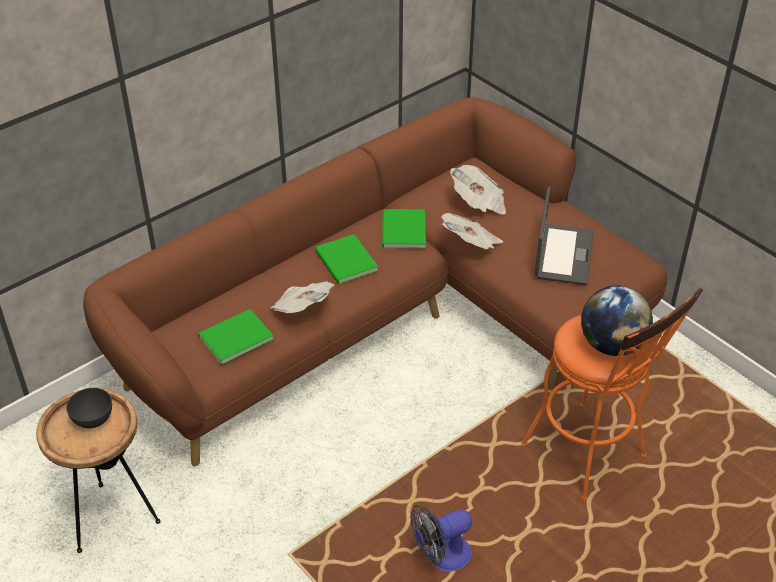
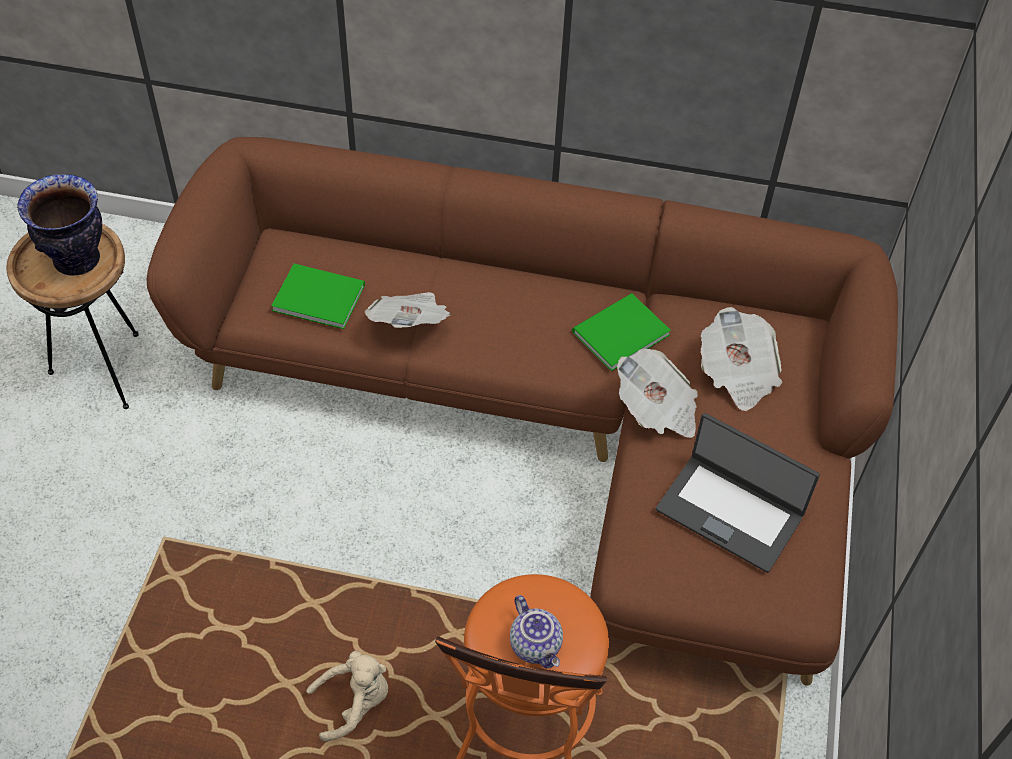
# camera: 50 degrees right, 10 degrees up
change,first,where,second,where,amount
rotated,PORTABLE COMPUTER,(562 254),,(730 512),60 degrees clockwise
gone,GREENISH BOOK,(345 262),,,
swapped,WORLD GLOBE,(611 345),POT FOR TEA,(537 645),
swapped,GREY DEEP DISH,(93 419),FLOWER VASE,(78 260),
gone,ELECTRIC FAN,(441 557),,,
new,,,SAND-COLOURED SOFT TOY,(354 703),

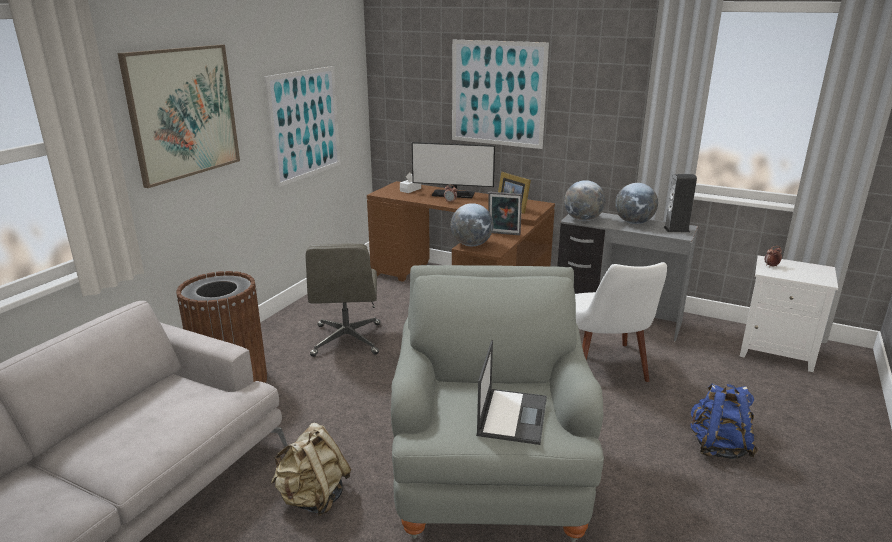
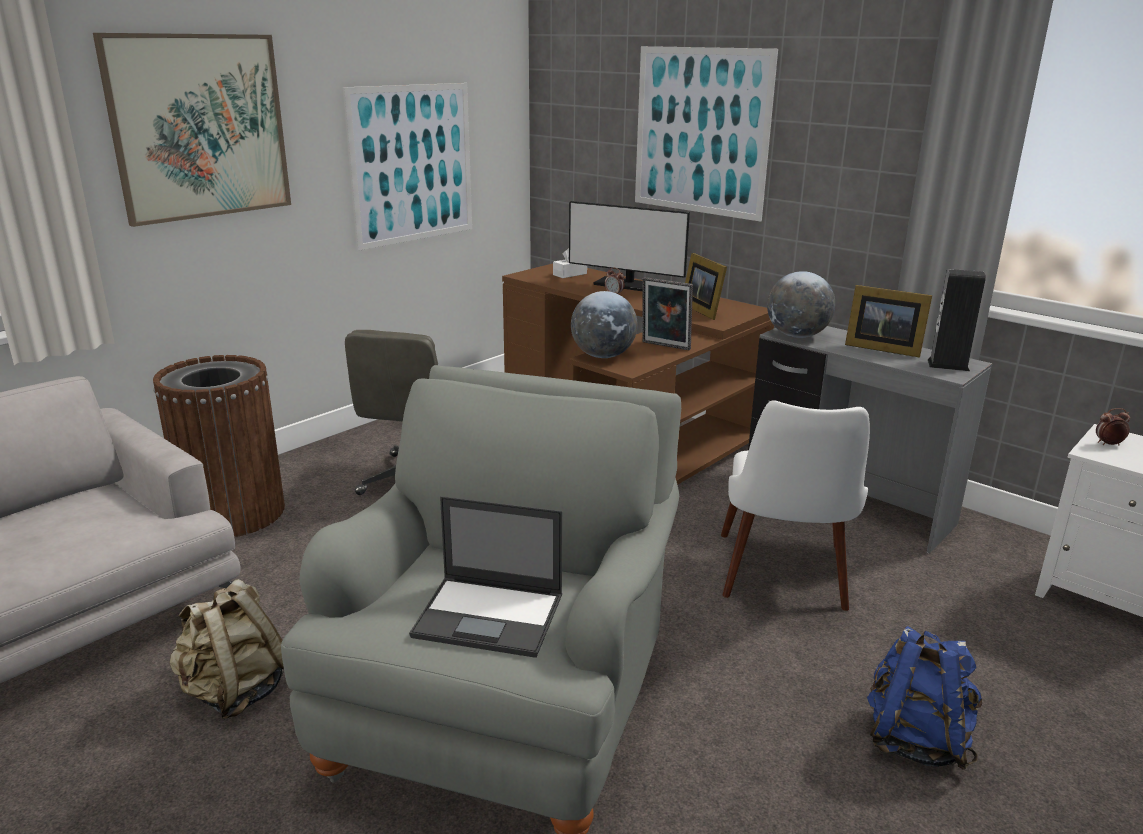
# camera: 15 degrees right, 0 degrees up
change,first,where,second,where,amount
swapped,WORLD GLOBE,(634 222),PICTURE FRAME,(881 348),
rotated,PORTABLE COMPUTER,(512 415),,(491 616),75 degrees clockwise

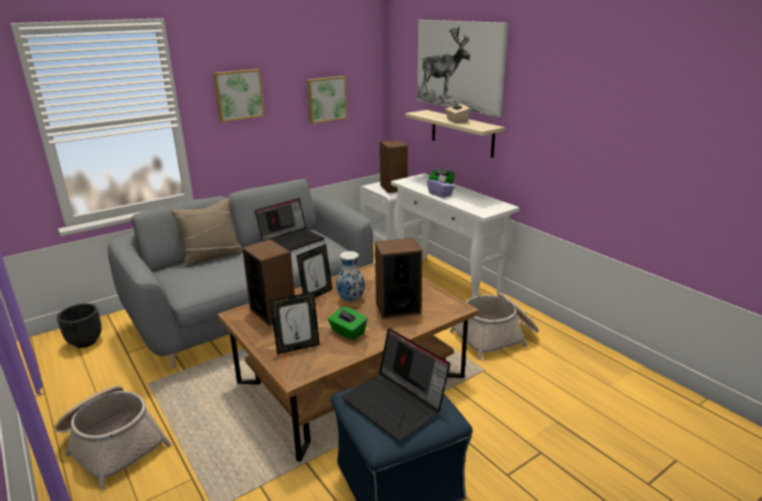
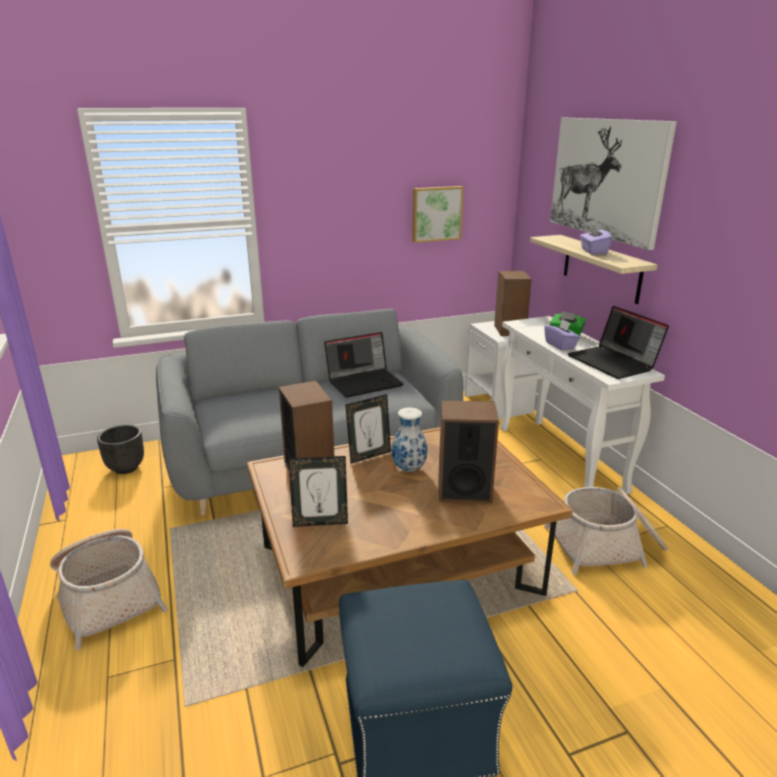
# camera: 15 degrees right, 0 degrees up
change,first,where,second,where,amount
gone,WALL ART,(238 94),,,
repainted,SAND-COLOURED TISSUE HOLDER,(456 121),PURPLE TISSUE HOLDER,(593 251),
gone,SAND-COLOURED CUSHION,(212 257),,,
gone,GREENISH TISSUE HOLDER,(347 332),,,
shifted,PORTABLE COMPUTER,(395 404),,(614 363),

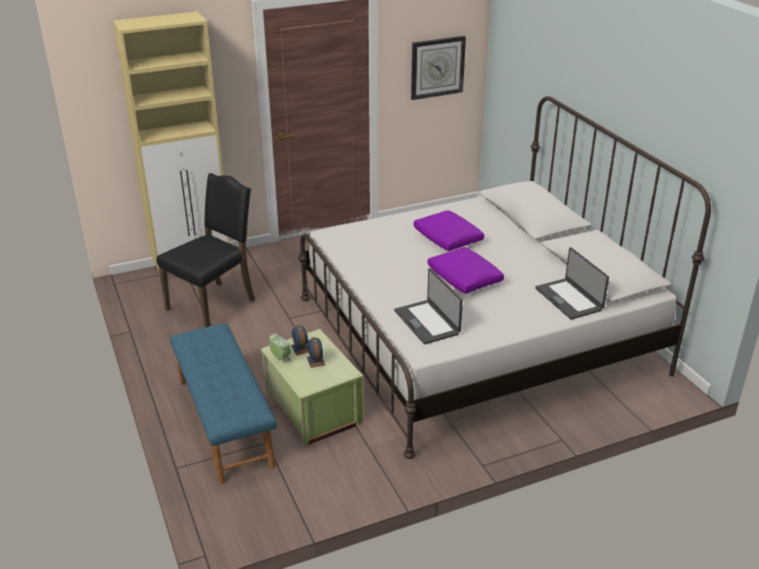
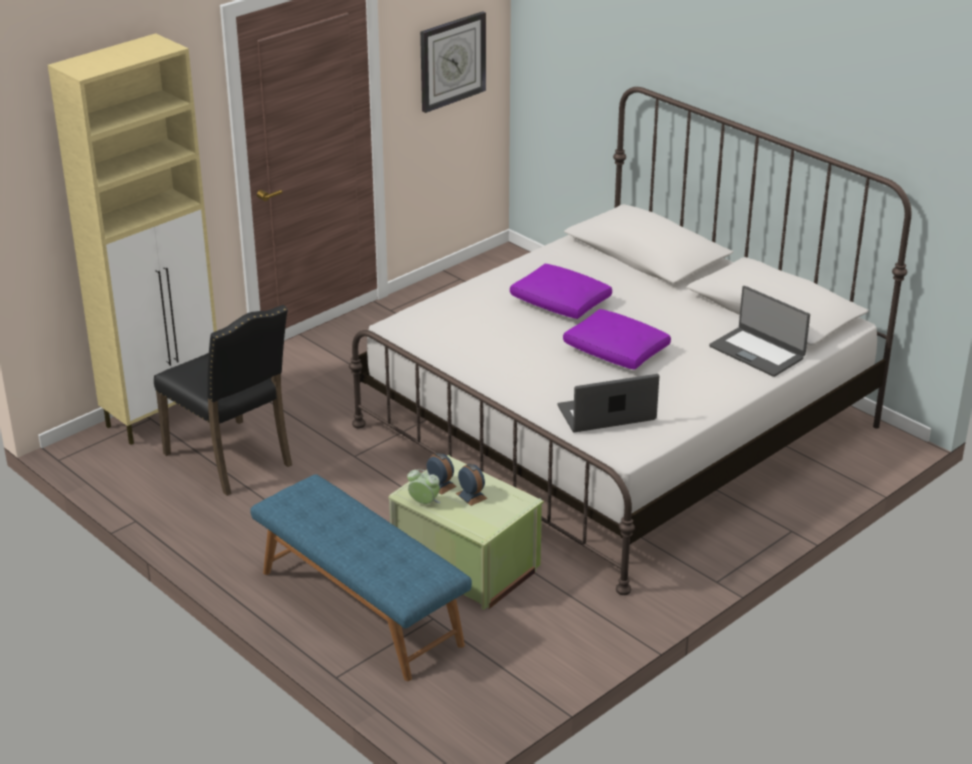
# camera: 20 degrees left, 0 degrees up
change,first,where,second,where,amount
rotated,BLACK-COLOURED CHAIR,(213 304),,(232 459),120 degrees clockwise
rotated,PORTABLE COMPUTER,(427 322),,(607 414),120 degrees clockwise

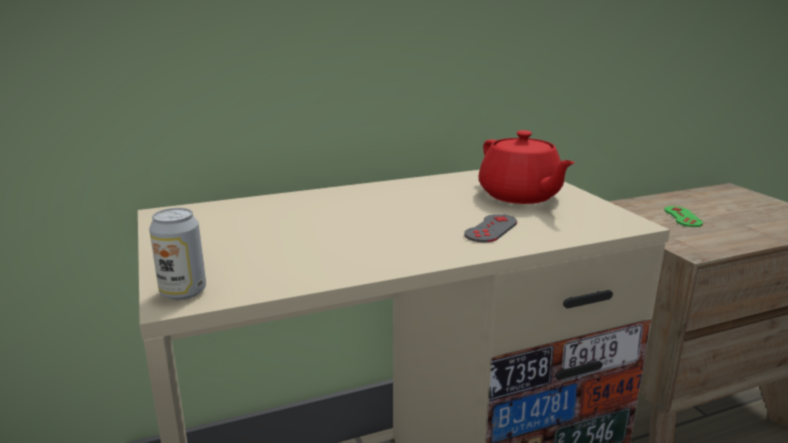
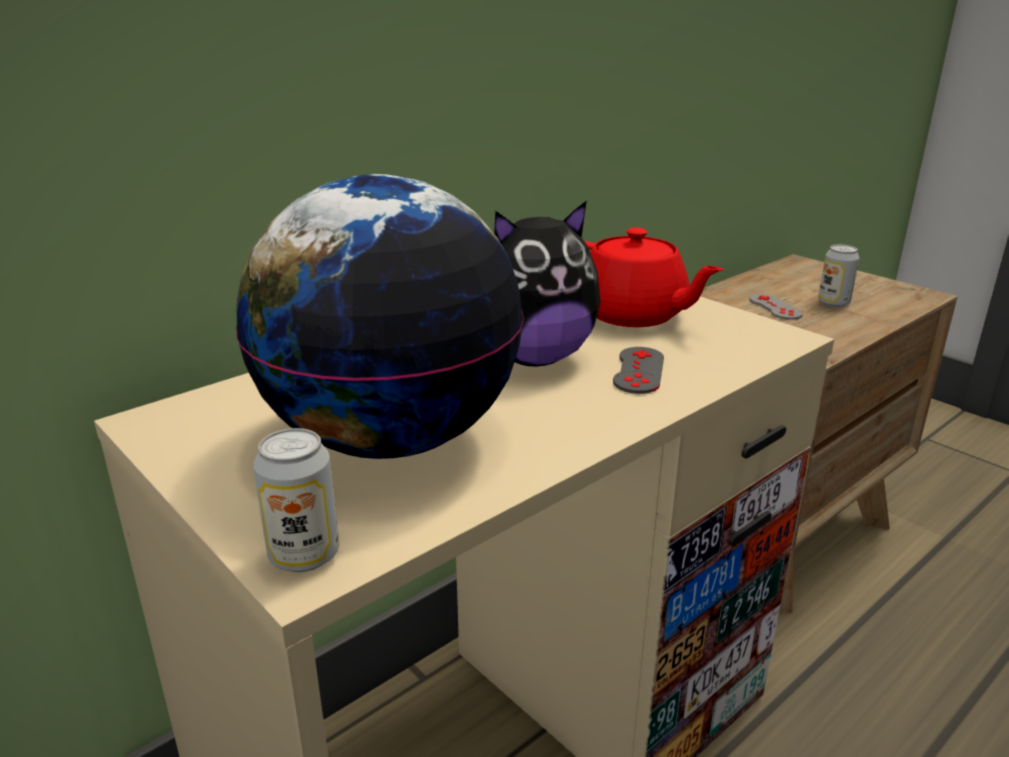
# camera: 20 degrees left, 5 degrees up
change,first,where,second,where,amount
repainted,GREENISH GAMEPAD,(682 217),GREY GAMEPAD,(775 307),
new,,,WORLD GLOBE,(390 438),
new,,,SOFT TOY,(533 358),
new,,,METAL CAN,(833 303),

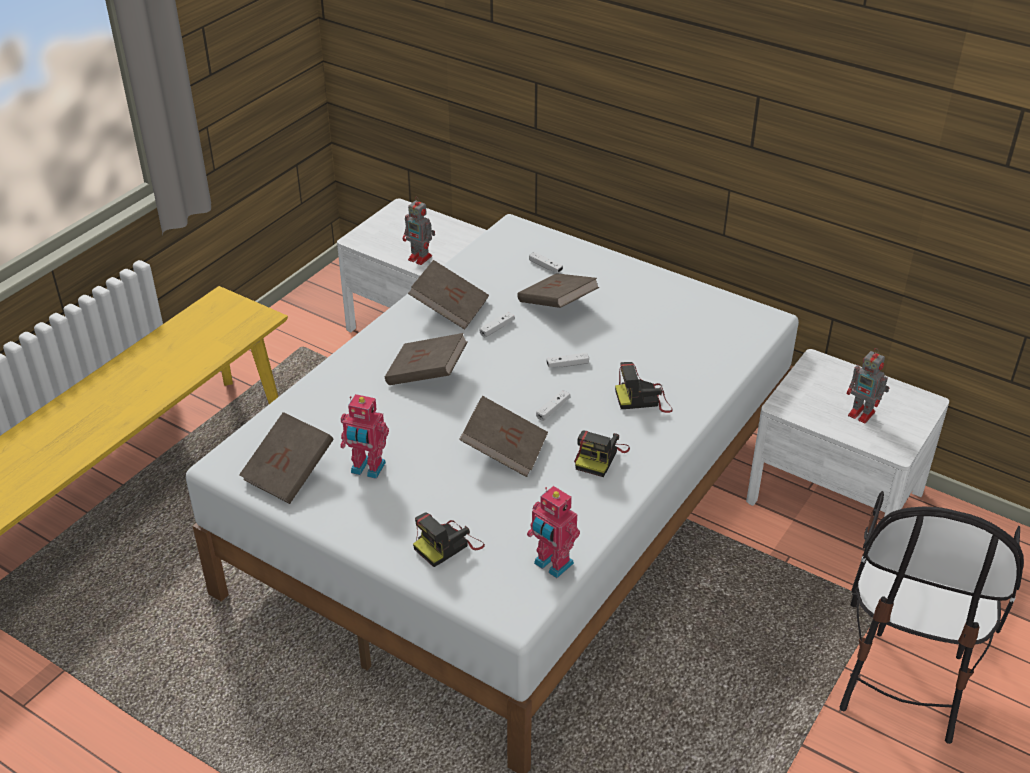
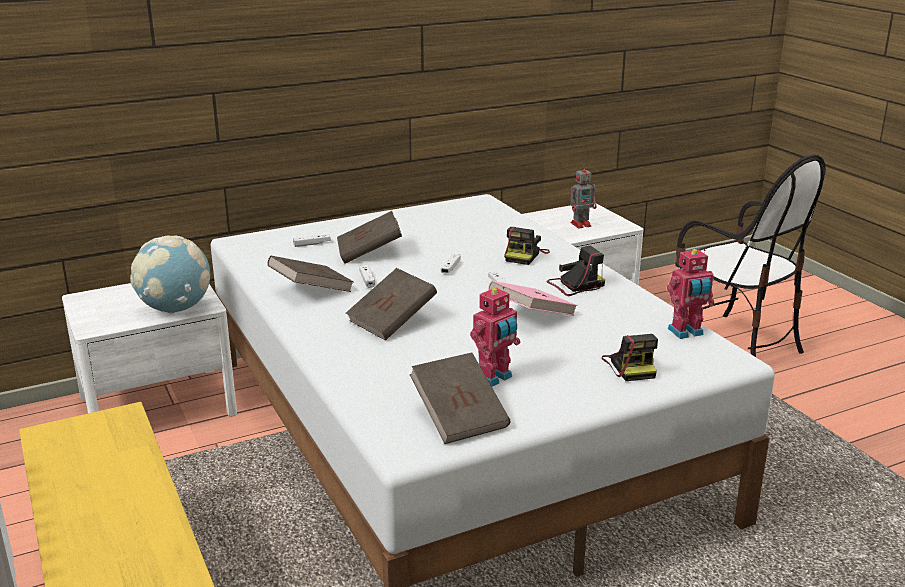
# camera: 60 degrees left, 15 degrees down
change,first,where,second,where,amount
swapped,MODEL ROBOT,(421 258),WORLD GLOBE,(175 308),
repainted,BROWN-COLOURED BOOK,(504 450),PINK-COLOURED BOOK,(531 316),
rotated,STILL CAMERA,(599 456),,(575 285),75 degrees counterclockwise

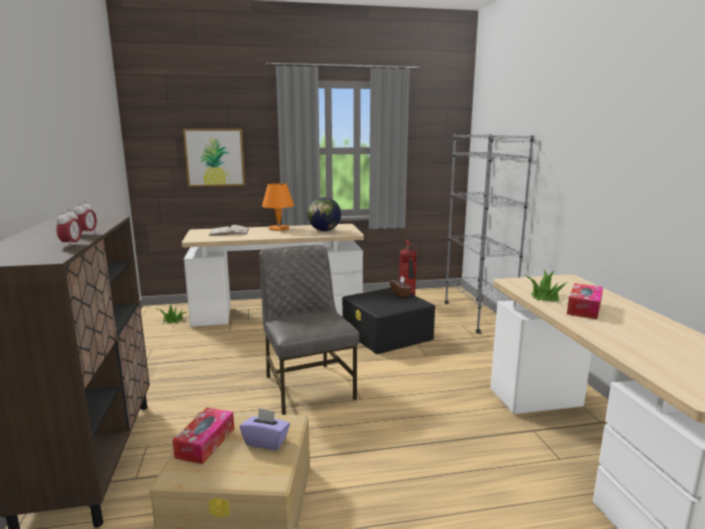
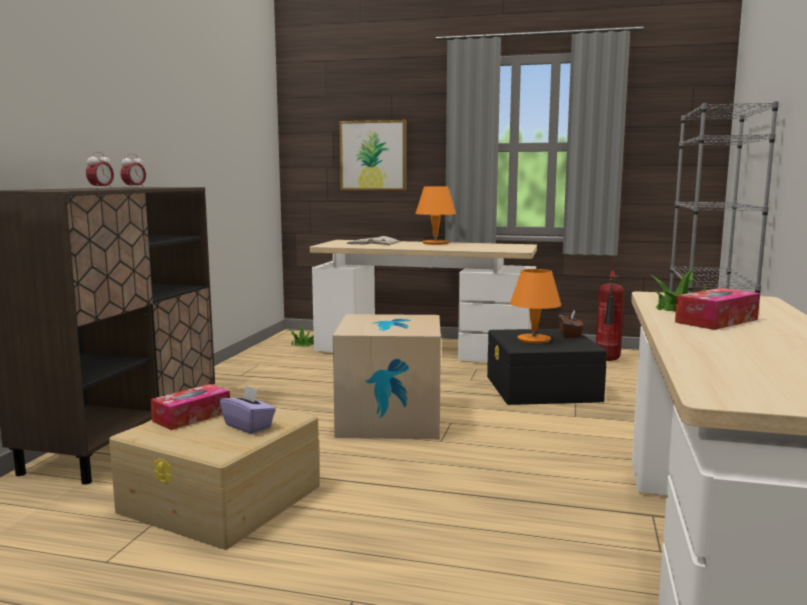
# camera: 25 degrees right, 5 degrees down
change,first,where,second,where,amount
gone,WORLD GLOBE,(324 230),,,
swapped,GREY CHAIR,(307 386),CARDBOARD BOX,(390 420),
new,,,ORANGE-COLOURED TABLE LAMP,(533 339),

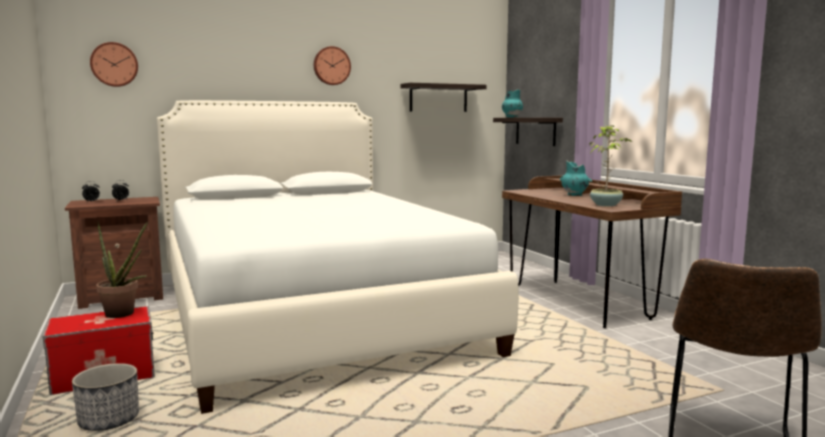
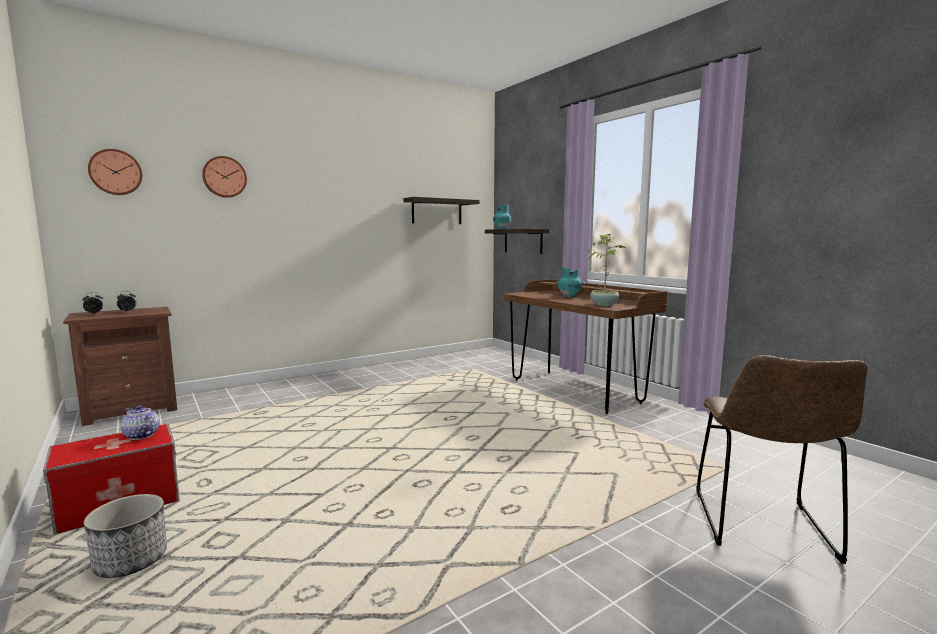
# camera: 10 degrees left, 0 degrees up
change,first,where,second,where,amount
shifted,CLOCK ON THE WALL,(331 66),,(224 177),
gone,WHITE-COLOURED SLEEPING BED,(313 315),,,
swapped,POTTED PLANT,(124 314),POT FOR TEA,(141 435),

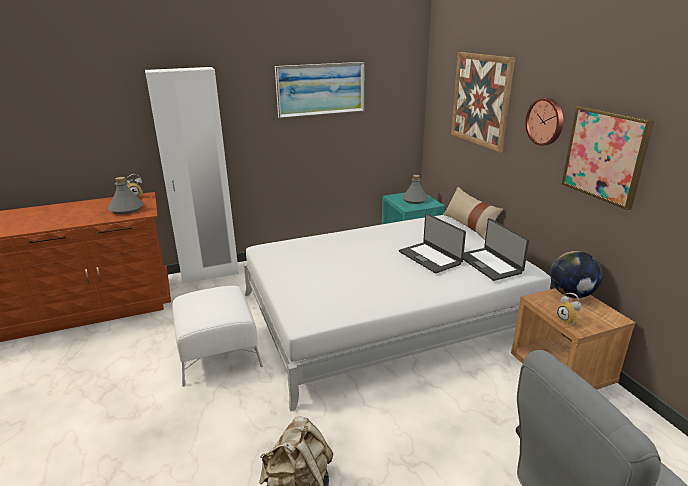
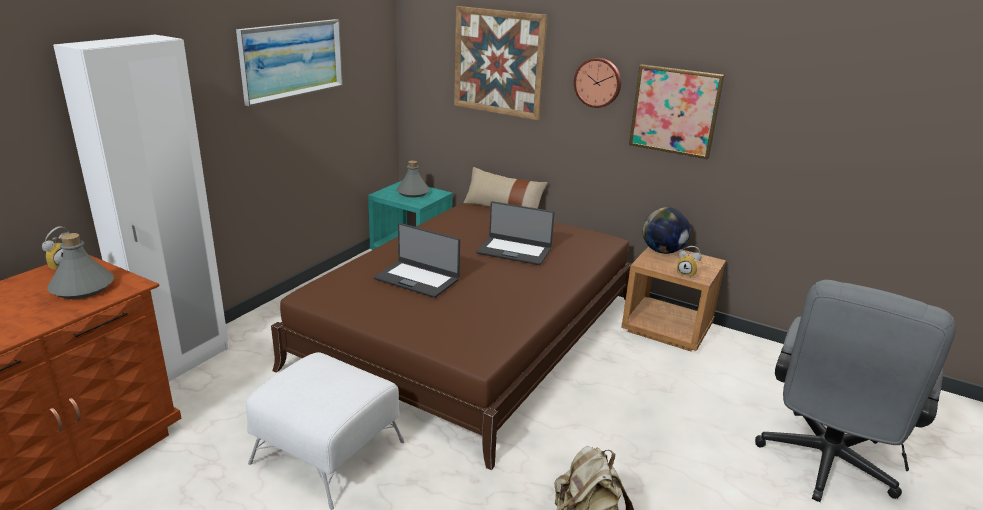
# camera: 40 degrees left, 0 degrees up
change,first,where,second,where,amount
repainted,WHITE-COLOURED SLEEPING BED,(386 314),BROWN-COLOURED SLEEPING BED,(471 333),
shifted,PORTABLE COMPUTER,(490 264),,(417 279),

